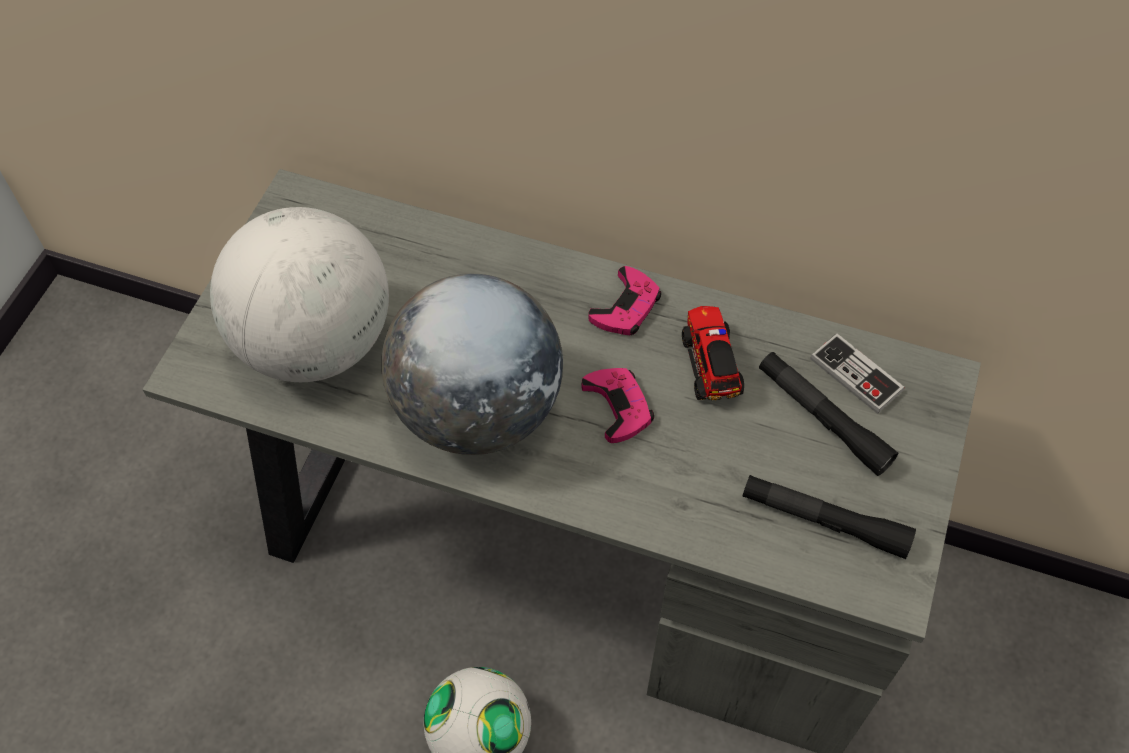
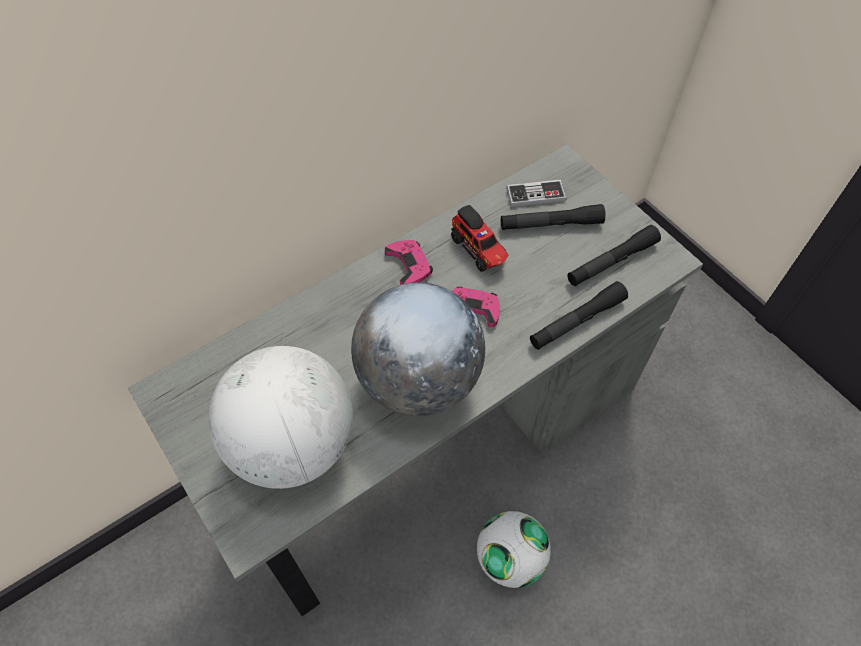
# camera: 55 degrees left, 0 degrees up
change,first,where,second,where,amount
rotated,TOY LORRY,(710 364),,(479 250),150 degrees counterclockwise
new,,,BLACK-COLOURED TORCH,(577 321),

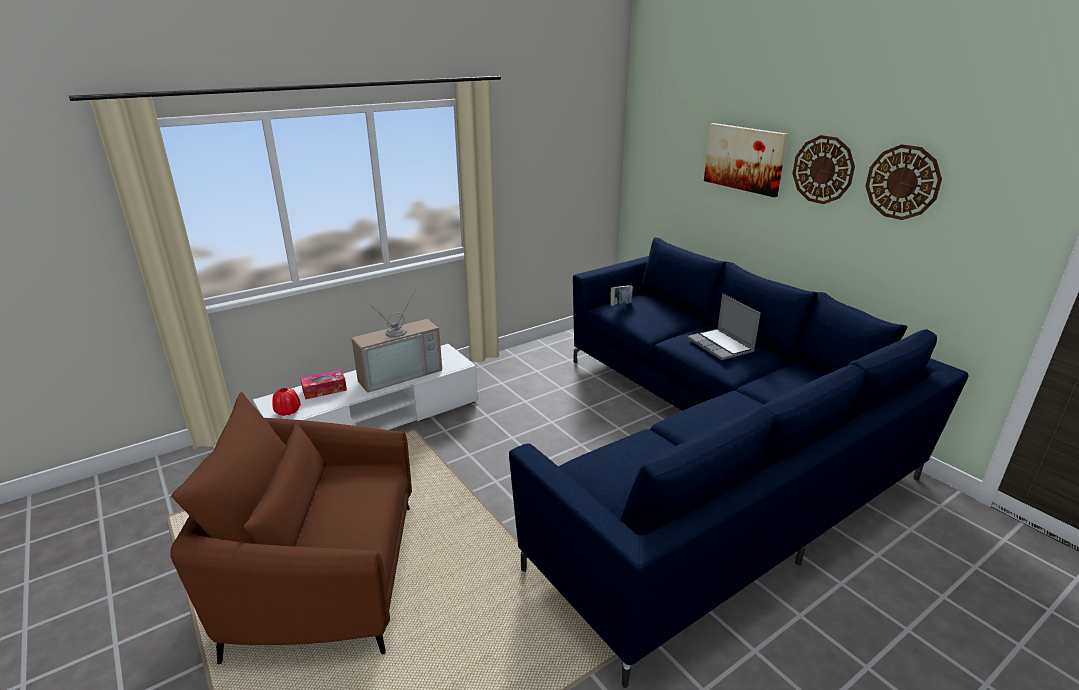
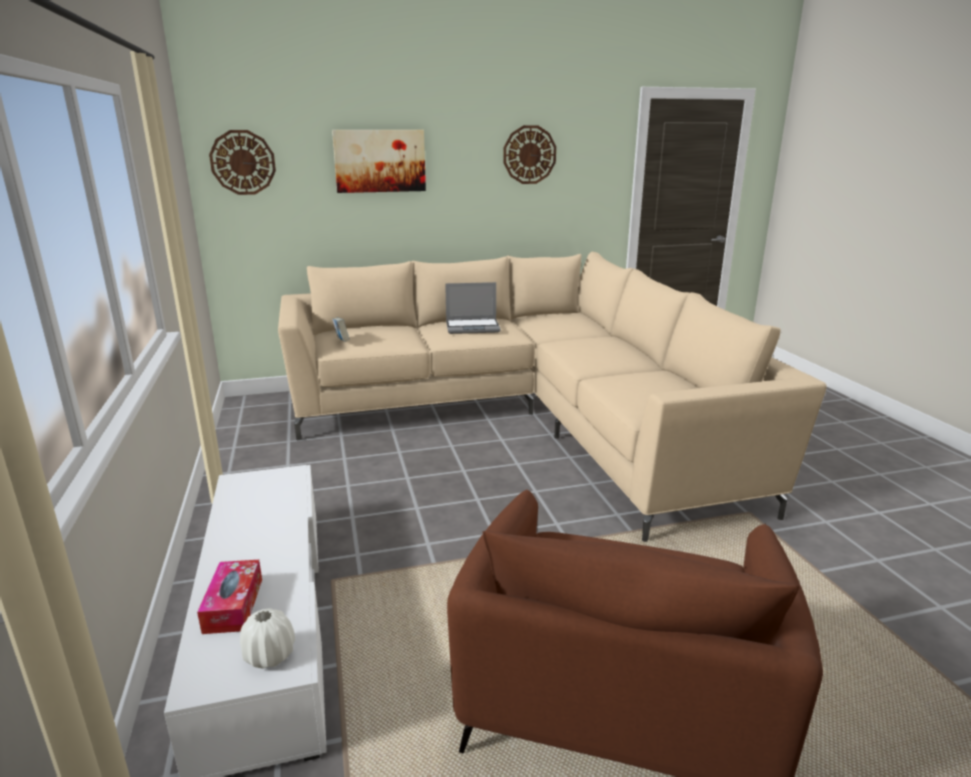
# camera: 70 degrees left, 5 degrees down
change,first,where,second,where,amount
shifted,CLOCK ON THE WALL,(823 169),,(243 162),
repainted,BLUISH SETTEE,(711 457),SAND-COLOURED SETTEE,(527 419),
gone,TV SET,(399 373),,,
repainted,RED-COLOURED FLOWER VASE,(287 411),WHITE-COLOURED FLOWER VASE,(269 655),

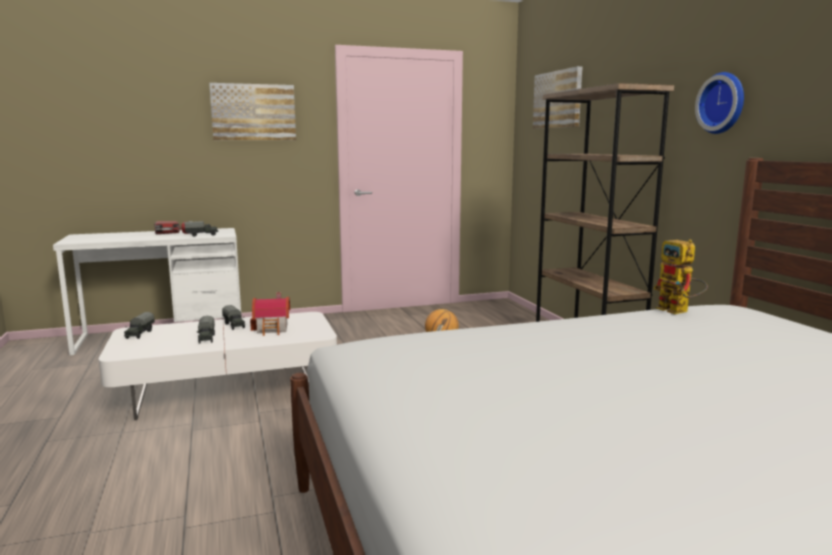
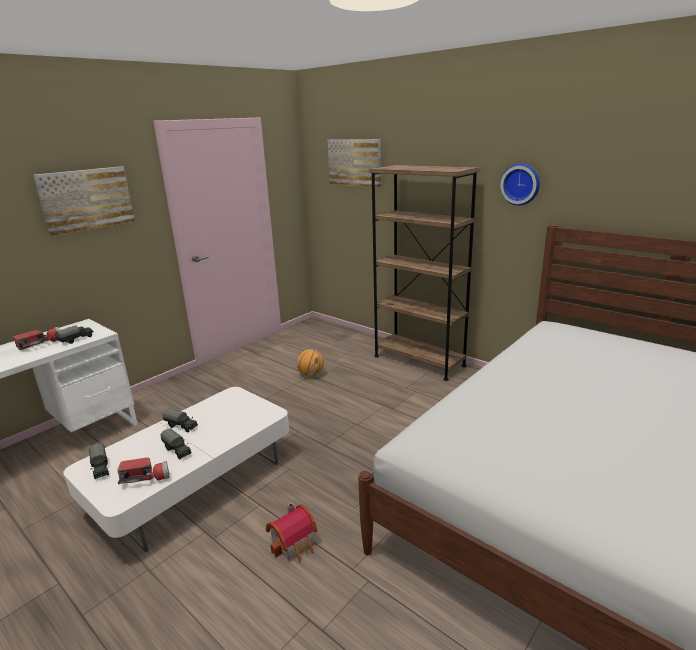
# camera: 30 degrees left, 10 degrees up
change,first,where,second,where,amount
gone,MODEL ROBOT,(678 311),,,
shifted,TOY HOUSE,(273 329),,(295 544),
new,,,TORCH,(146 478),

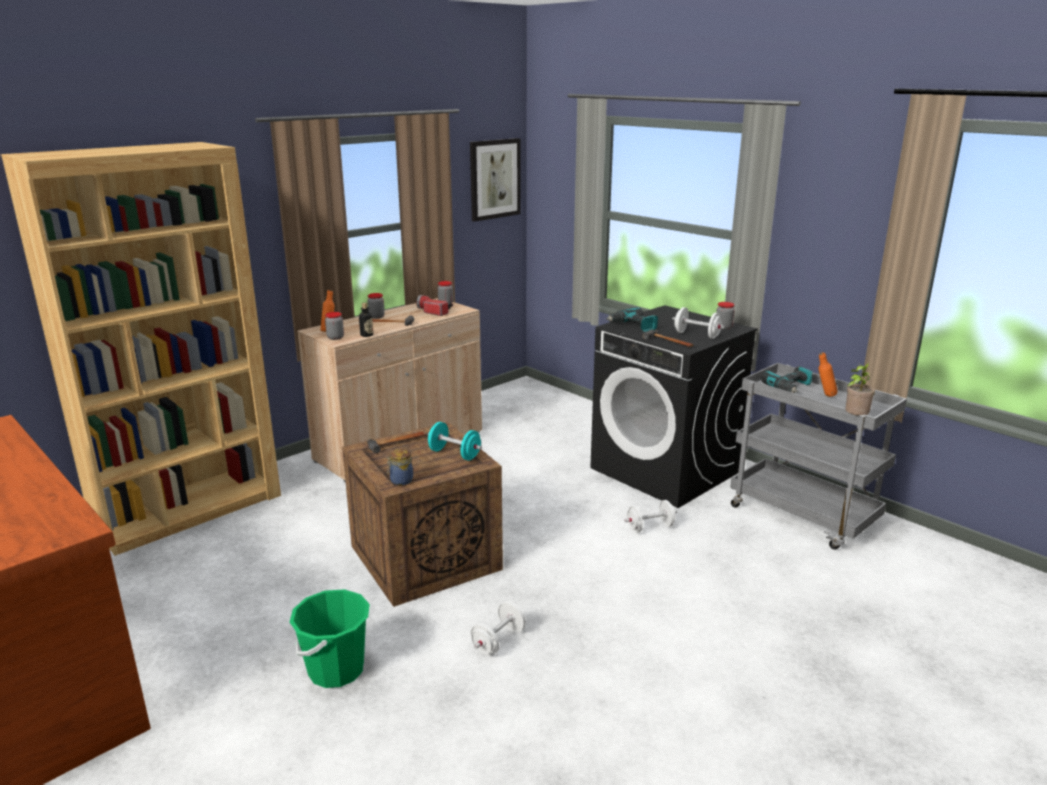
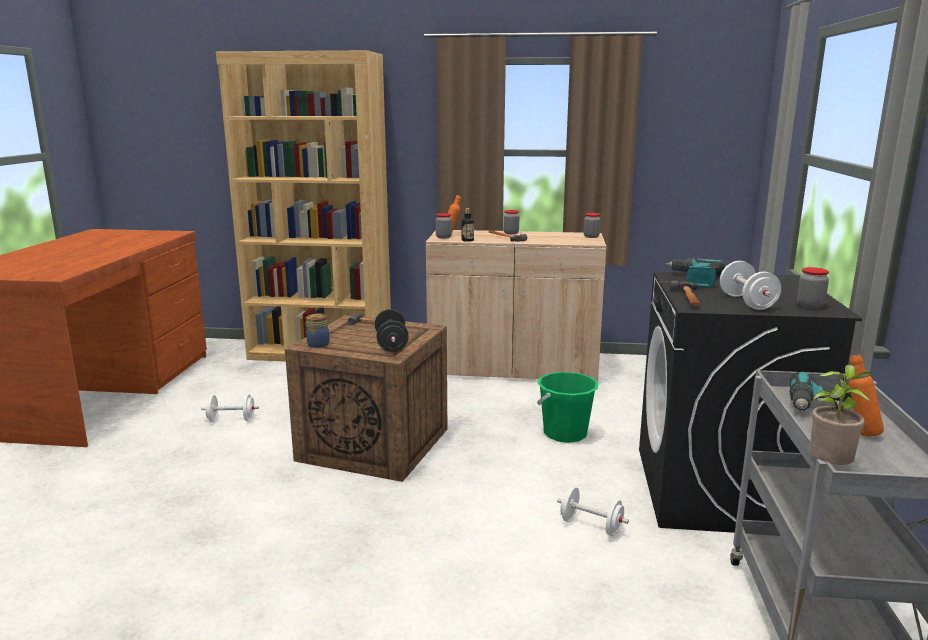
# camera: 50 degrees right, 5 degrees down
change,first,where,second,where,amount
gone,WALL ART,(494 179),,,
gone,TORCH,(432 311),,,
repainted,TURQUOISE-COLOURED FREE WEIGHT,(454 454),BLACK-COLOURED FREE WEIGHT,(391 344),
shifted,GREENISH BUCKET,(336 670),,(565 433),
shifted,WHITE-COLOURED FREE WEIGHT,(498 641),,(231 420),

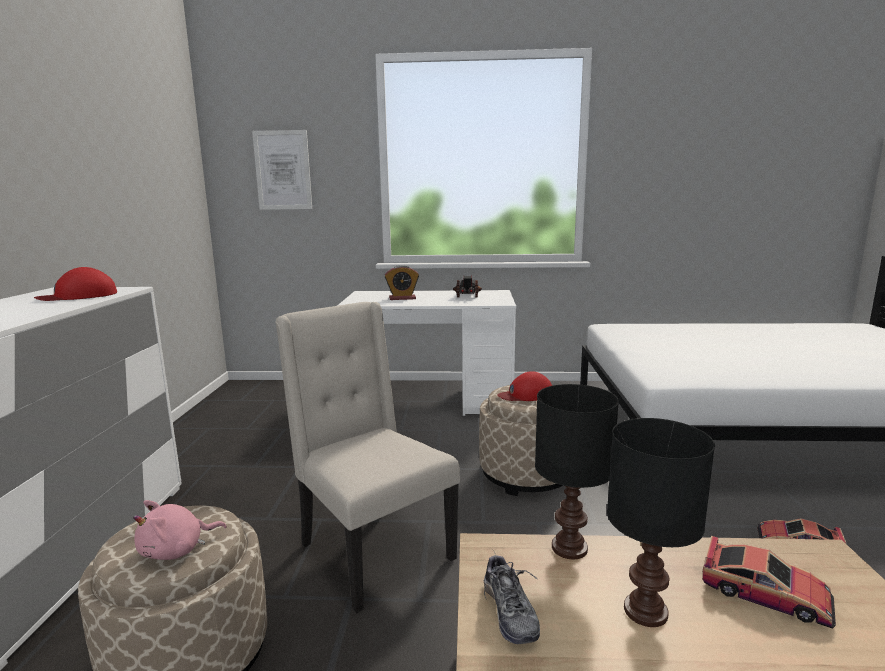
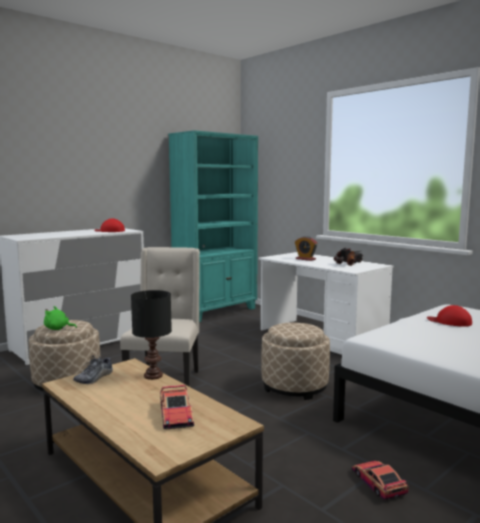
# camera: 45 degrees right, 5 degrees down
change,first,where,second,where,amount
gone,WALL ART,(283 170),,,
shifted,RED-COLOURED BASEBALL CAP,(526 395),,(449 321),
gone,BLACK-COLOURED TABLE LAMP,(647 612),,,
repainted,PINK-COLOURED SOFT TOY,(177 550),GREENISH SOFT TOY,(58 329),
new,,,TURQUOISE-COLOURED BOOKCASE,(216 311),

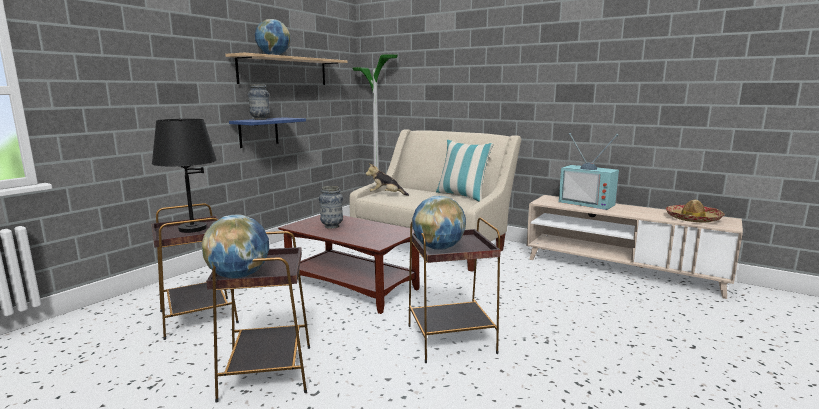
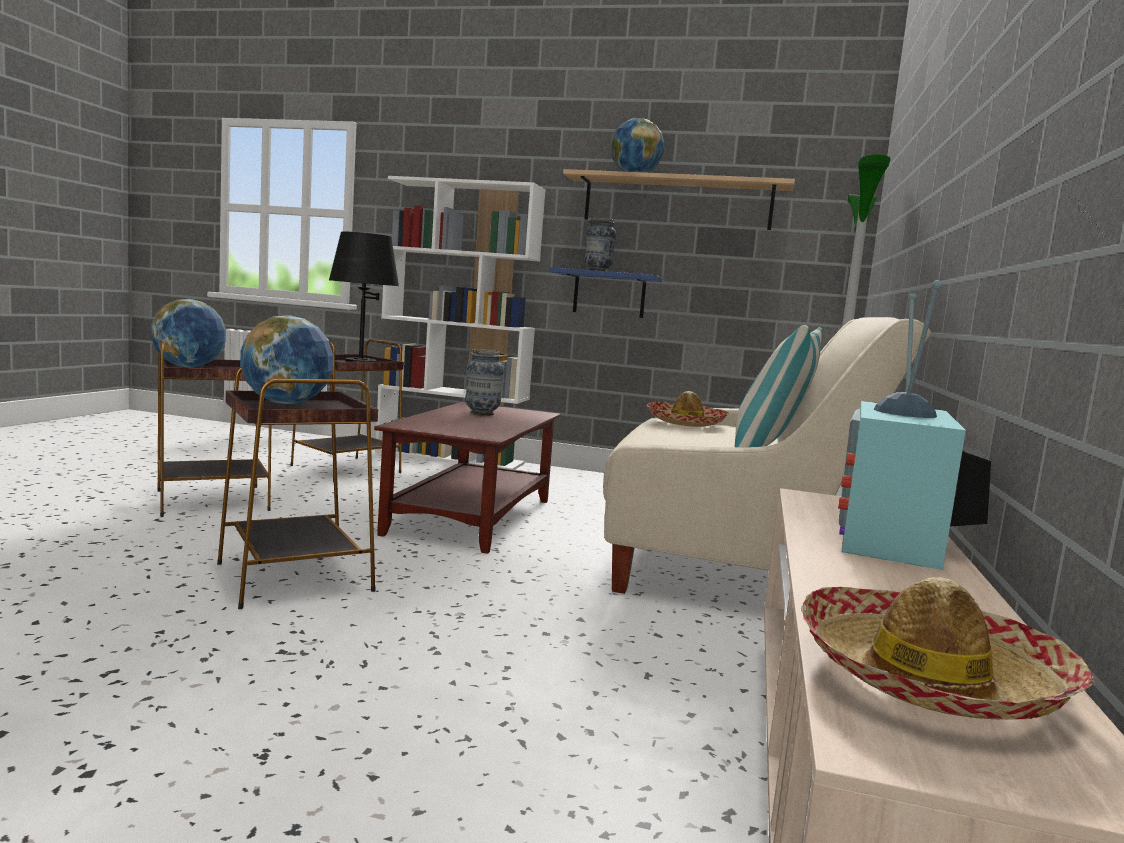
# camera: 70 degrees right, 5 degrees down
change,first,where,second,where,amount
swapped,SOFT TOY,(386 195),HAT,(685 422),
new,,,WHITE-COLOURED BOOKCASE,(451 458),

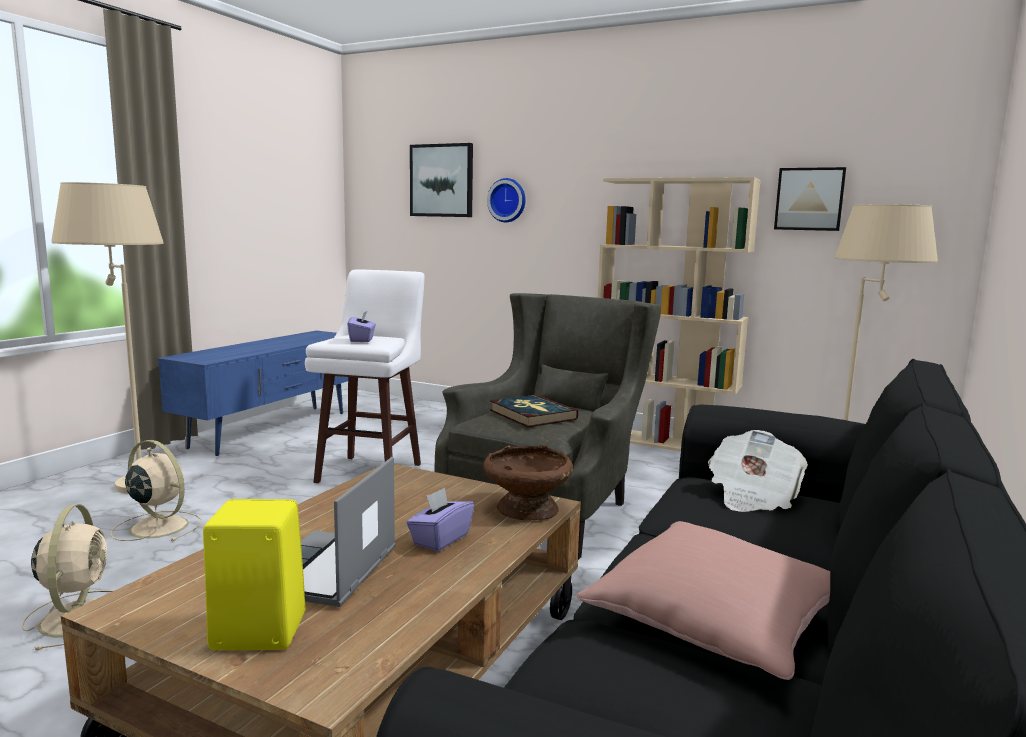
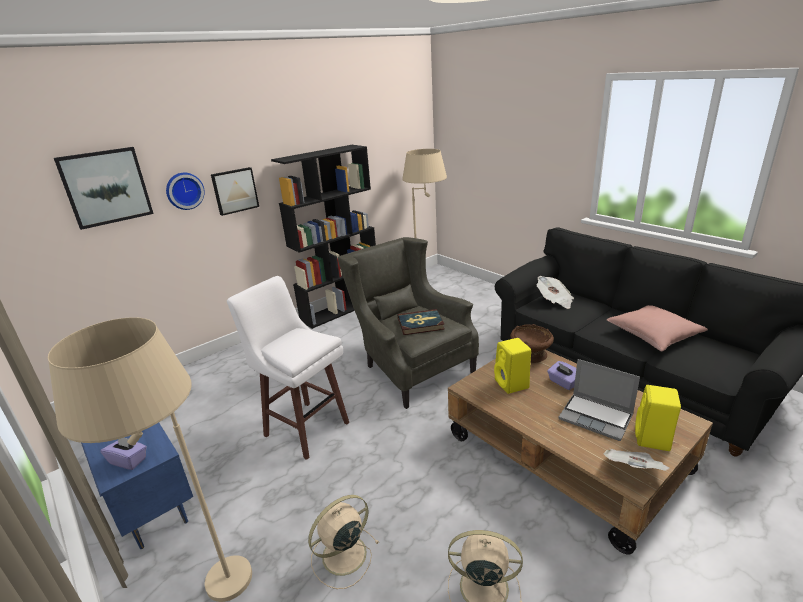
# camera: 65 degrees left, 15 degrees up
change,first,where,second,where,amount
shifted,WALL ART,(809 199),,(234 190),
repainted,SAND-COLOURED BOOKCASE,(663 442),BLACK-COLOURED BOOKCASE,(341 309),
shifted,PURPLE TISSUE HOLDER,(362 340),,(129 461),
new,,,YELLOW-COLOURED LOUDSPEAKER,(512 384),
new,,,DAILY PAPER,(633 471),

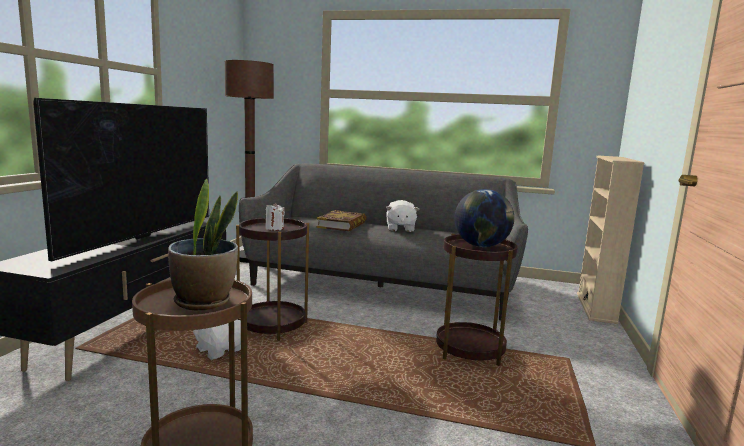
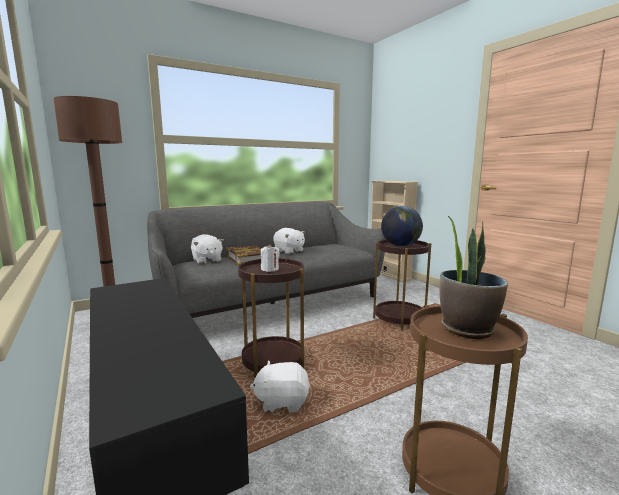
# camera: 45 degrees left, 0 degrees up
change,first,where,second,where,amount
gone,TV SET,(144 238),,,
new,,,WHITE-COLOURED SOFT TOY,(206 260),

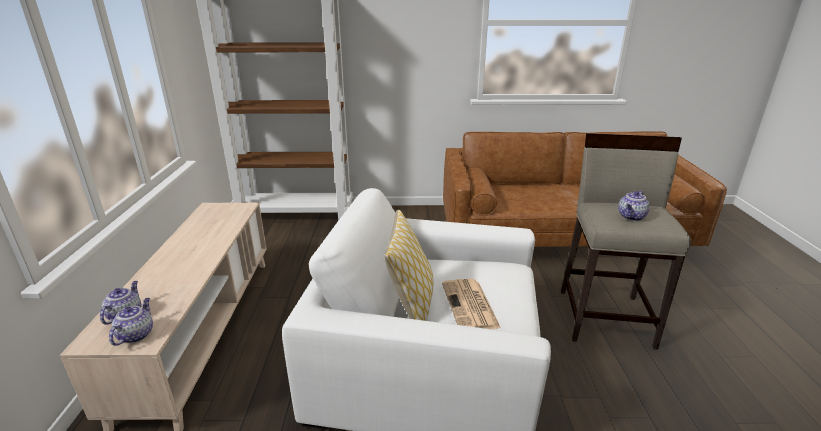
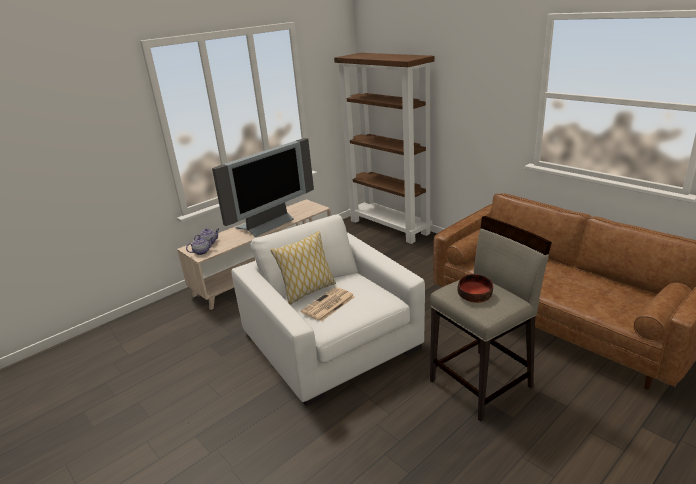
# camera: 50 degrees right, 0 degrees up
change,first,where,second,where,amount
swapped,POT FOR TEA,(631 217),DEEP DISH,(474 295),
new,,,TV SET,(267 224),

